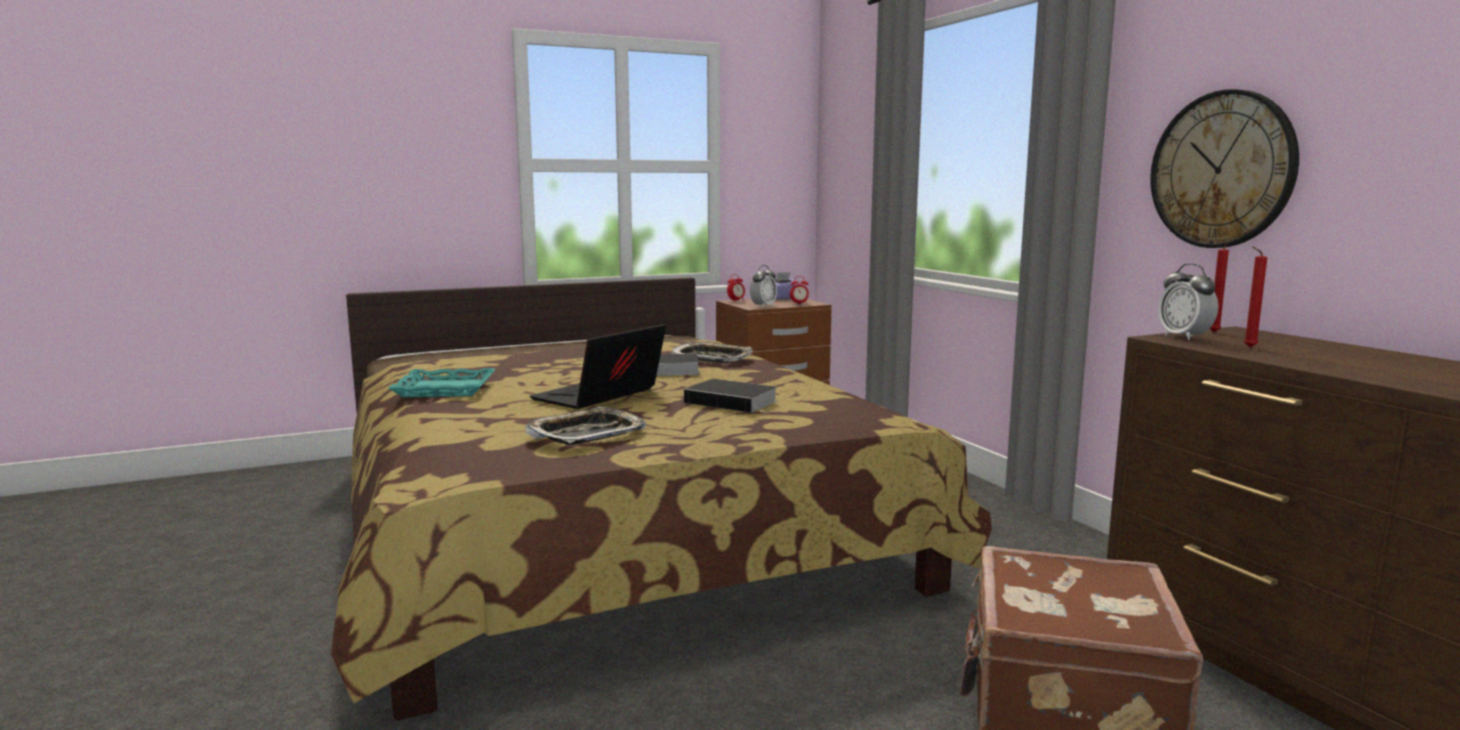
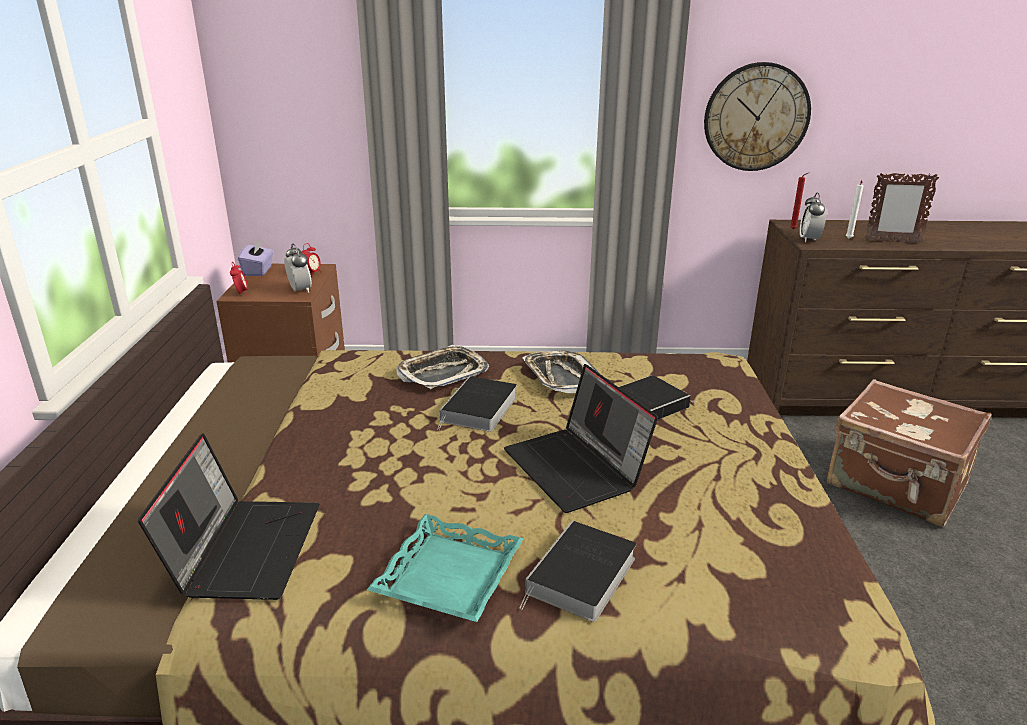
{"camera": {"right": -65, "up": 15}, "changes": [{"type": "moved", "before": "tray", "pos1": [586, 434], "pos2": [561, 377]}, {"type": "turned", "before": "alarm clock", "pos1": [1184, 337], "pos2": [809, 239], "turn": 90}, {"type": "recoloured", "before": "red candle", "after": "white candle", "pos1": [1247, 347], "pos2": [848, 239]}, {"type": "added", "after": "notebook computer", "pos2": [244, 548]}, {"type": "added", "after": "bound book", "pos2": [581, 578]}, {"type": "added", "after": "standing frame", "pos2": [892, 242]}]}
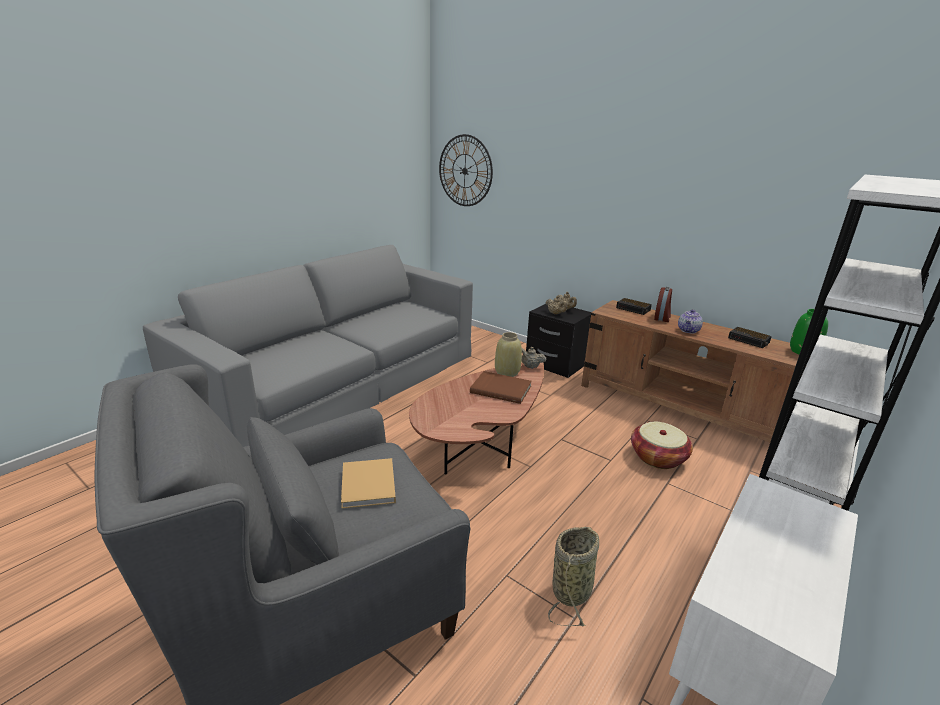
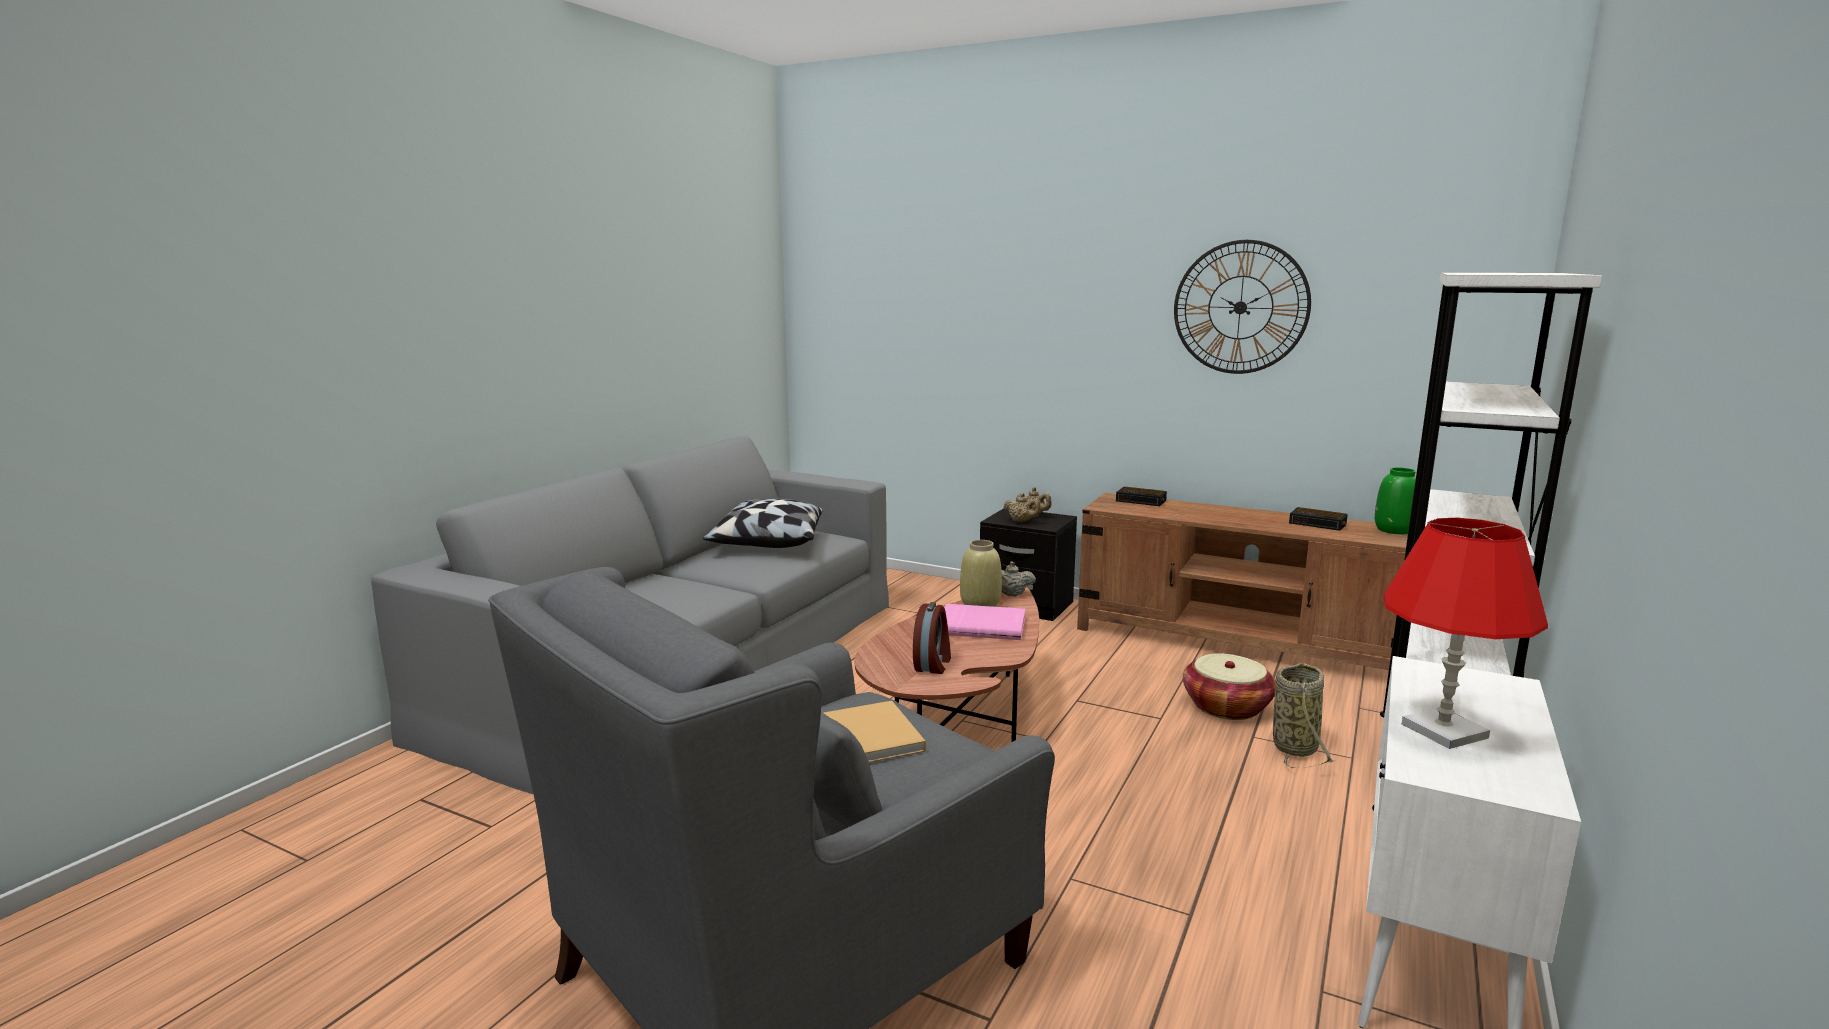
{"camera": {"right": -10, "up": -10}, "changes": [{"type": "moved", "before": "clock on the wall", "pos1": [465, 171], "pos2": [1240, 307]}, {"type": "recoloured", "before": "brown bound book", "after": "pink-coloured bound book", "pos1": [501, 389], "pos2": [982, 625]}, {"type": "moved", "before": "storage basket", "pos1": [572, 589], "pos2": [1294, 746]}, {"type": "moved", "before": "alarm clock", "pos1": [662, 318], "pos2": [933, 664]}, {"type": "removed", "before": "teapot", "pos1": [688, 330]}, {"type": "added", "after": "throw pillow", "pos2": [766, 543]}, {"type": "added", "after": "red tabletop lamp", "pos2": [1443, 730]}]}
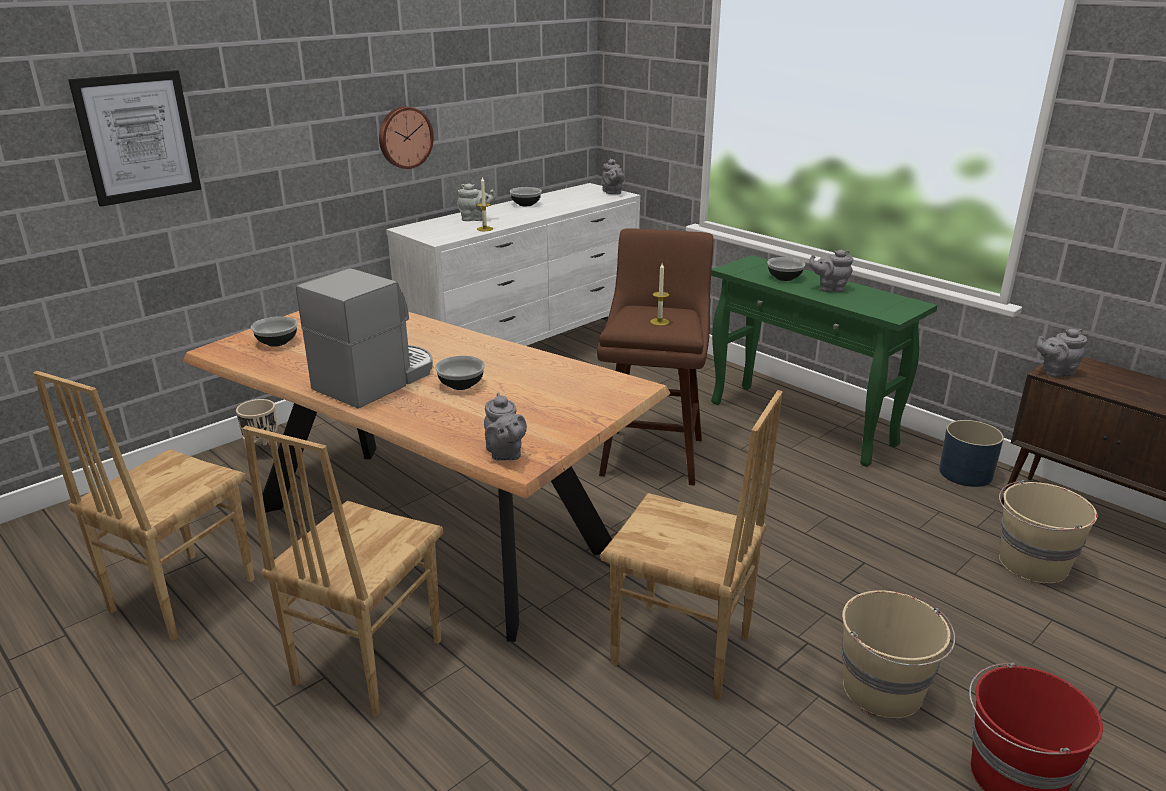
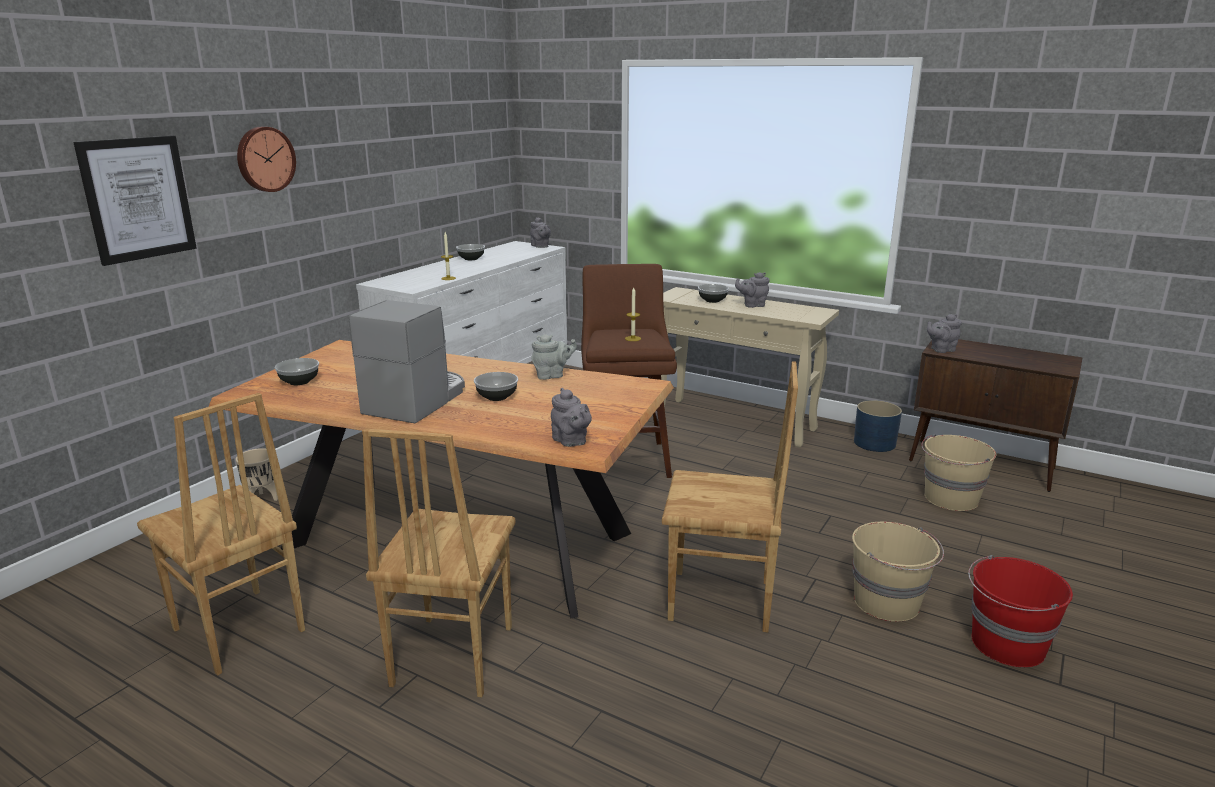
{"camera": {"right": -15, "up": -5}, "changes": [{"type": "turned", "before": "brown plain chair", "pos1": [180, 595], "pos2": [237, 631], "turn": -60}, {"type": "moved", "before": "clock on the wall", "pos1": [404, 137], "pos2": [264, 159]}, {"type": "moved", "before": "gray teapot", "pos1": [475, 219], "pos2": [552, 375]}, {"type": "recoloured", "before": "greenish hall table", "after": "beige-coloured hall table", "pos1": [802, 424], "pos2": [736, 422]}]}
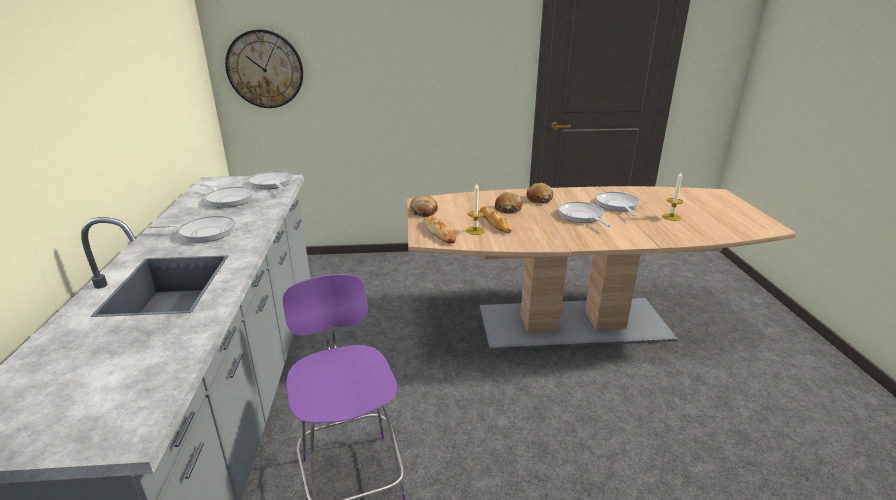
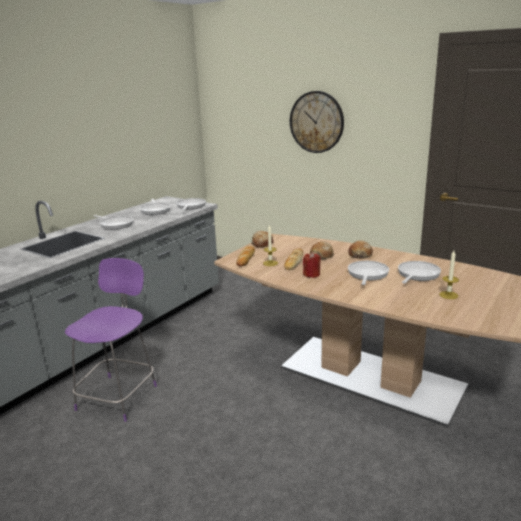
{"camera": {"right": 40, "up": -5}, "changes": [{"type": "moved", "before": "clock on the wall", "pos1": [265, 69], "pos2": [316, 122]}, {"type": "added", "after": "red candle", "pos2": [311, 274]}]}
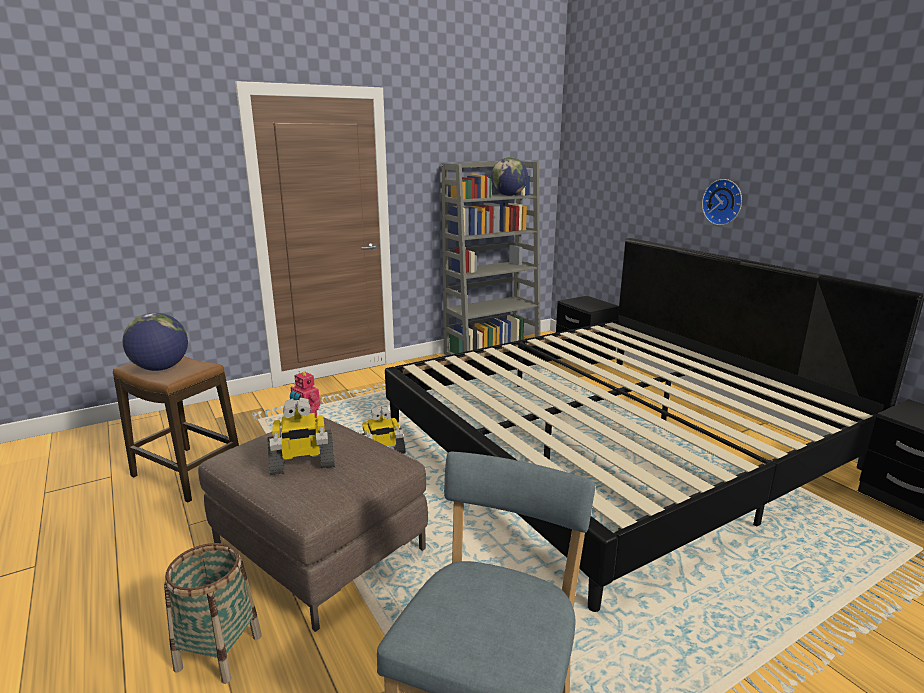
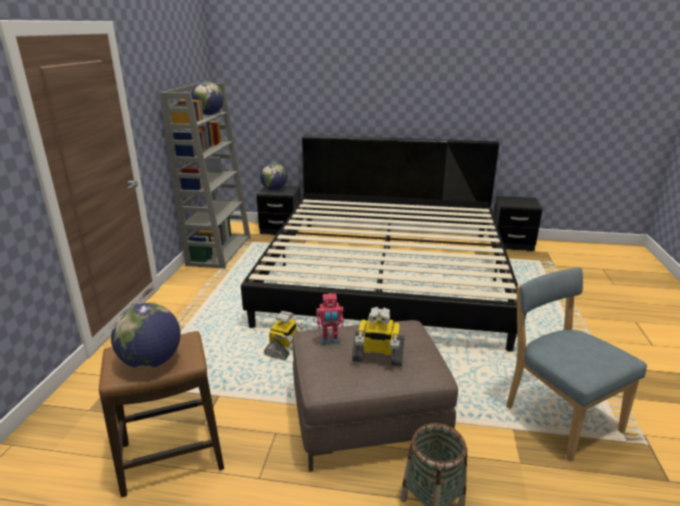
{"camera": {"right": -50, "up": 5}, "changes": [{"type": "turned", "before": "toy robot", "pos1": [302, 464], "pos2": [377, 357], "turn": 75}, {"type": "removed", "before": "clock on the wall", "pos1": [723, 202]}, {"type": "added", "after": "desk globe", "pos2": [274, 189]}]}
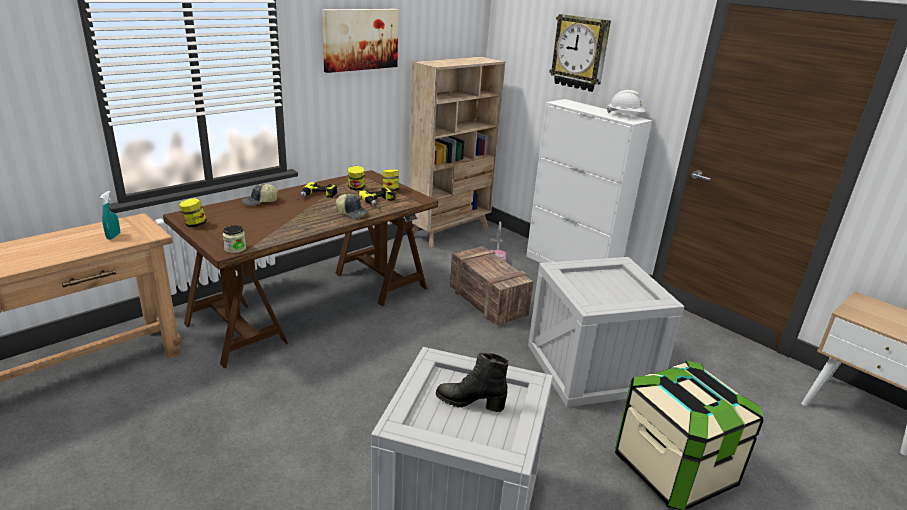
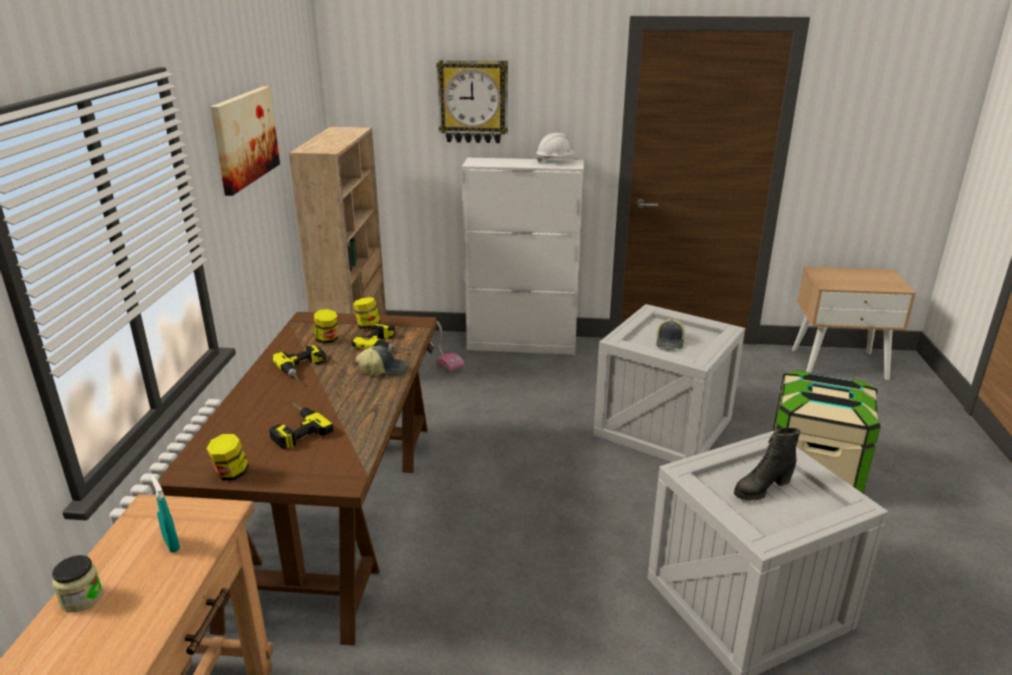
{"camera": {"right": -40, "up": 0}, "changes": [{"type": "moved", "before": "jar", "pos1": [235, 249], "pos2": [82, 598]}, {"type": "moved", "before": "cap", "pos1": [260, 202], "pos2": [670, 342]}, {"type": "removed", "before": "packing crate", "pos1": [488, 301]}, {"type": "added", "after": "power drill", "pos2": [293, 428]}]}
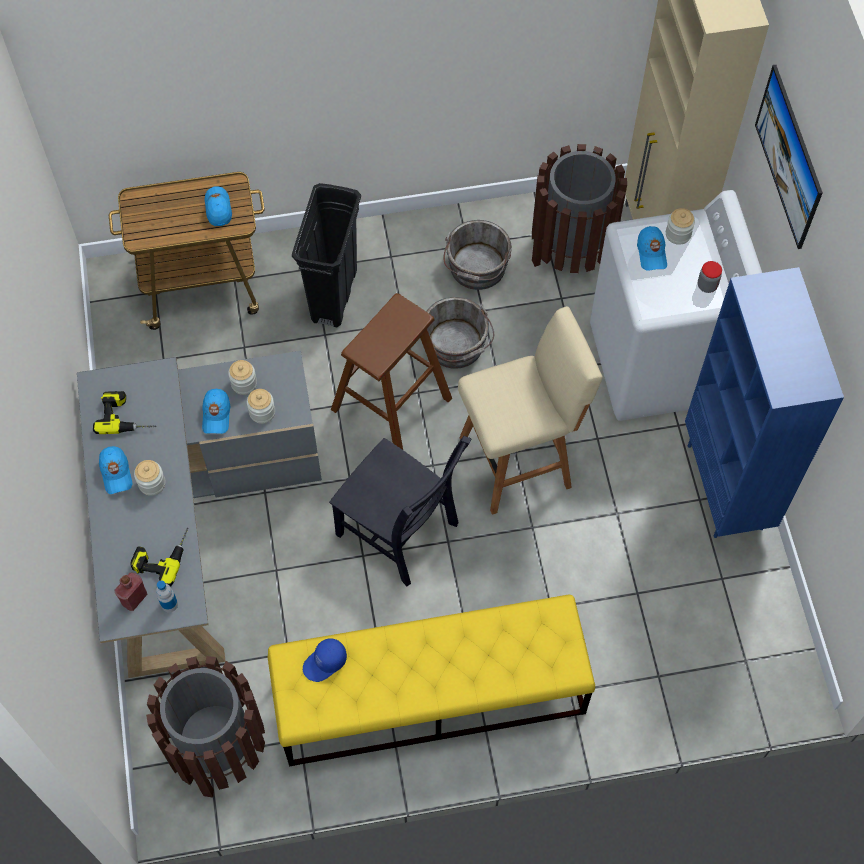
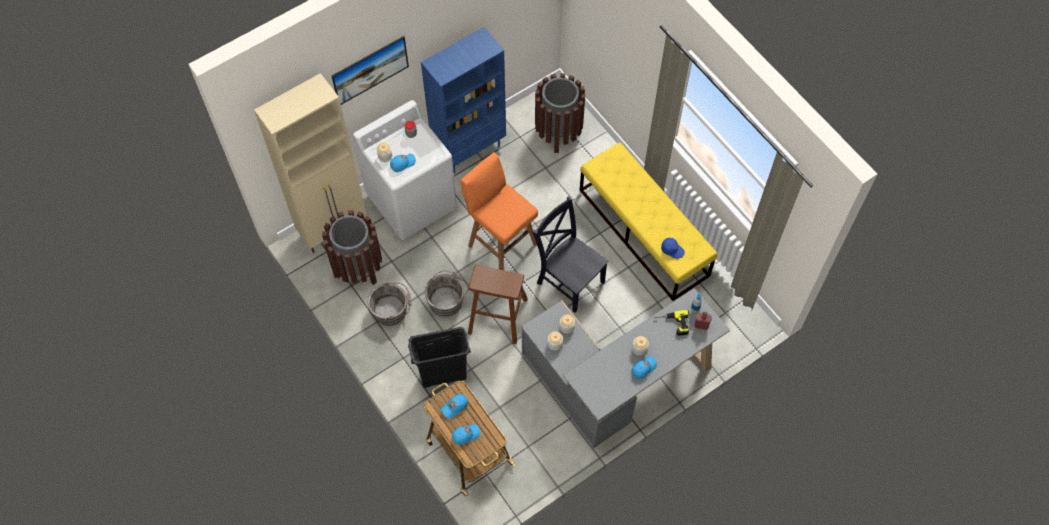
{"camera": {"right": -115, "up": 0}, "changes": [{"type": "removed", "before": "power drill", "pos1": [127, 415]}, {"type": "moved", "before": "brown rubbish bin", "pos1": [218, 748], "pos2": [558, 133]}, {"type": "moved", "before": "bluish cap", "pos1": [216, 415], "pos2": [466, 435]}, {"type": "turned", "before": "black-coloured plain chair", "pos1": [400, 533], "pos2": [568, 280], "turn": -60}, {"type": "recoloured", "before": "beige-coloured sitting stool", "after": "orange-coloured sitting stool", "pos1": [519, 461], "pos2": [501, 243]}]}
